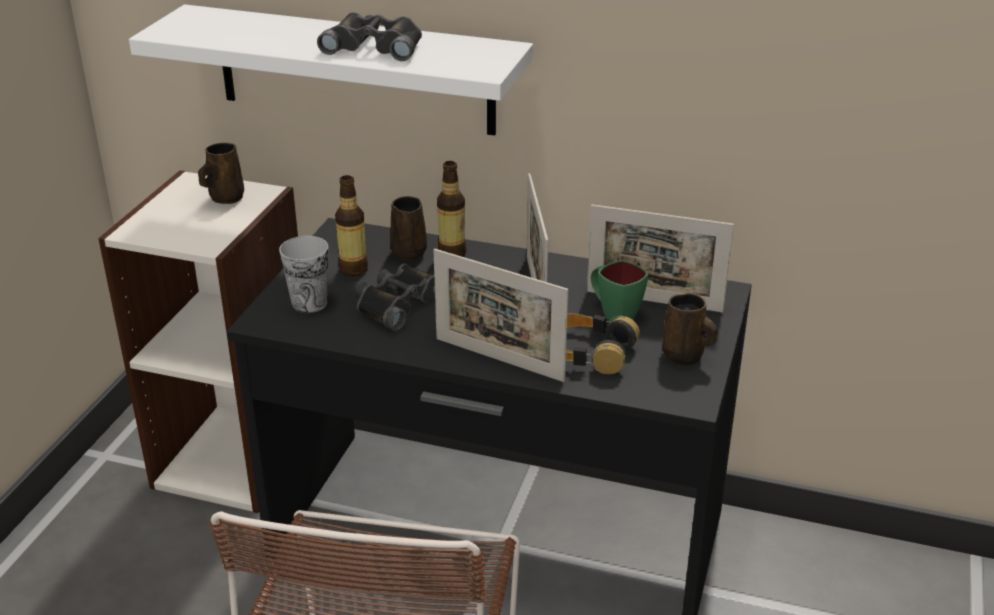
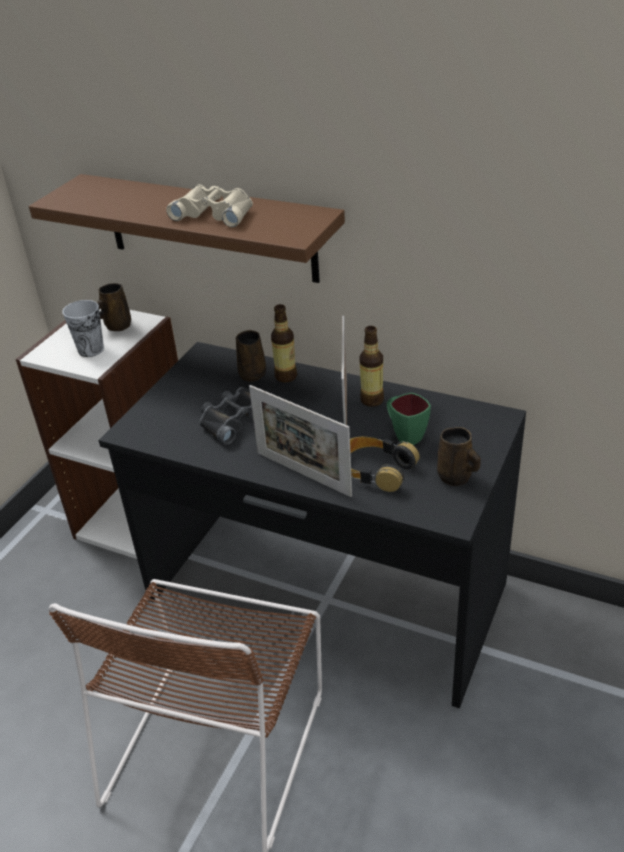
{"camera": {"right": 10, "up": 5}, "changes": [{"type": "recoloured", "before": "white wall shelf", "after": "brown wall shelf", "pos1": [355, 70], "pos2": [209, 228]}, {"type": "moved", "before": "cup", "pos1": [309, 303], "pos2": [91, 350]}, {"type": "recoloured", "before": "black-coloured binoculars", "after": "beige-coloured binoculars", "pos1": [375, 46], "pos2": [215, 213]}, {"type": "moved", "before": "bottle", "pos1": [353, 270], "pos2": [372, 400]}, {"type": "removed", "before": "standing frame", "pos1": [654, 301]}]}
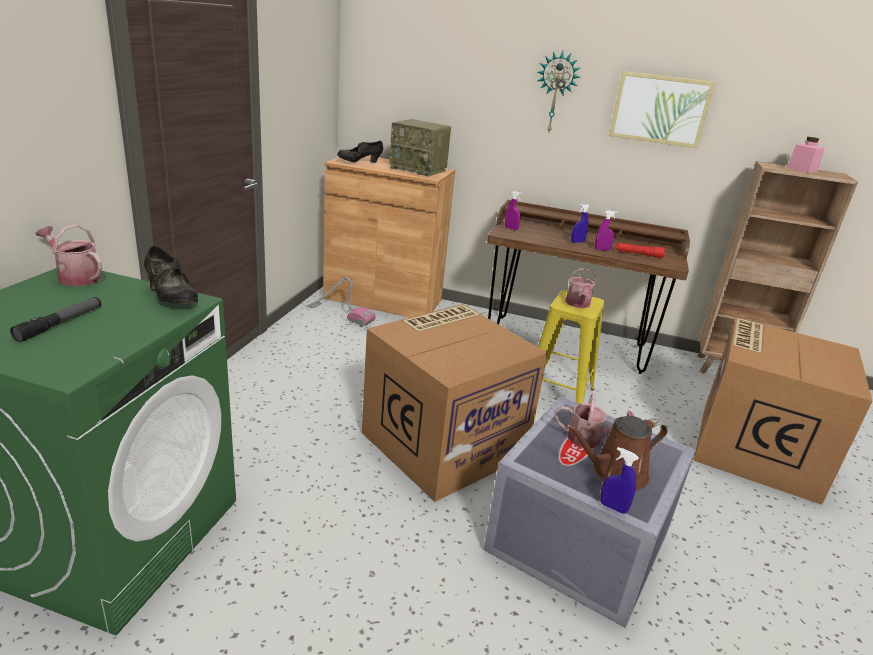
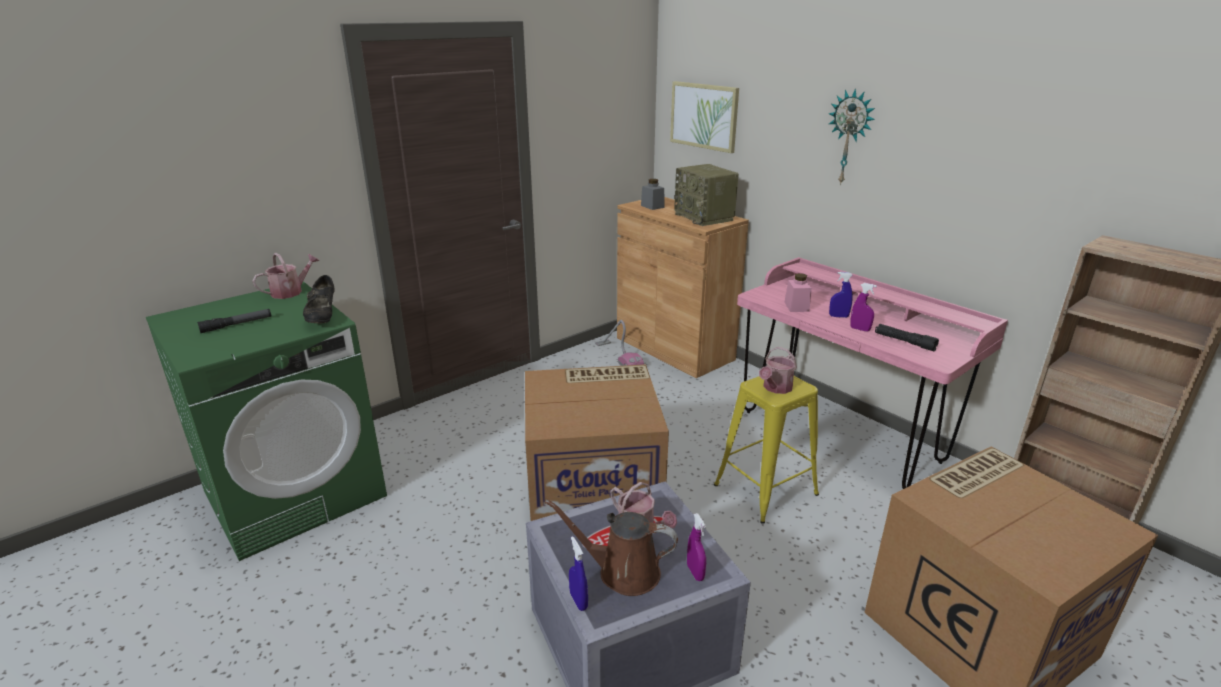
{"camera": {"right": 35, "up": 0}, "changes": [{"type": "turned", "before": "watering can", "pos1": [75, 277], "pos2": [291, 292], "turn": 75}, {"type": "replaced", "before": "black-coloured shoe", "after": "gray jar", "pos1": [359, 162], "pos2": [652, 206]}, {"type": "recoloured", "before": "brown desk unit", "after": "pink-coloured desk unit", "pos1": [566, 343], "pos2": [839, 435]}, {"type": "moved", "before": "purple-coloured hand sprayer", "pos1": [511, 228], "pos2": [695, 572]}, {"type": "moved", "before": "picture", "pos1": [660, 109], "pos2": [704, 116]}, {"type": "recoloured", "before": "red torch", "after": "black-coloured torch", "pos1": [638, 254], "pos2": [904, 342]}, {"type": "moved", "before": "pink-coloured jar", "pos1": [801, 169], "pos2": [796, 307]}]}
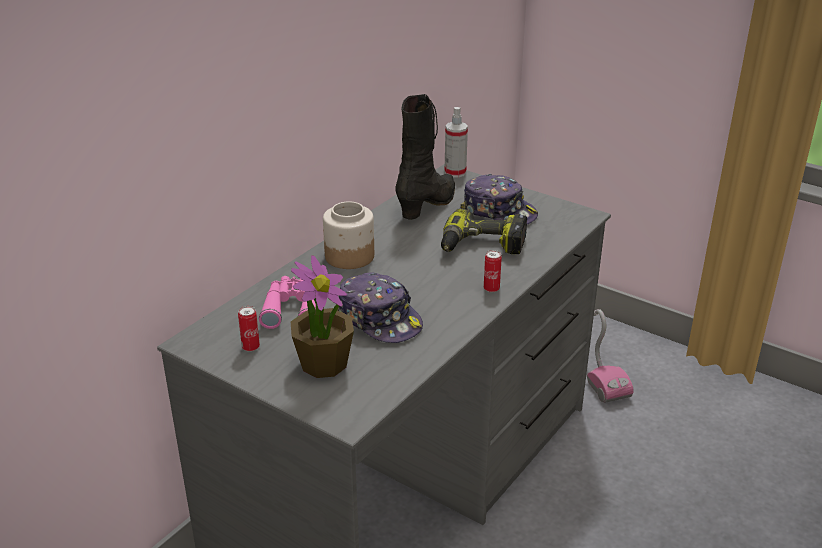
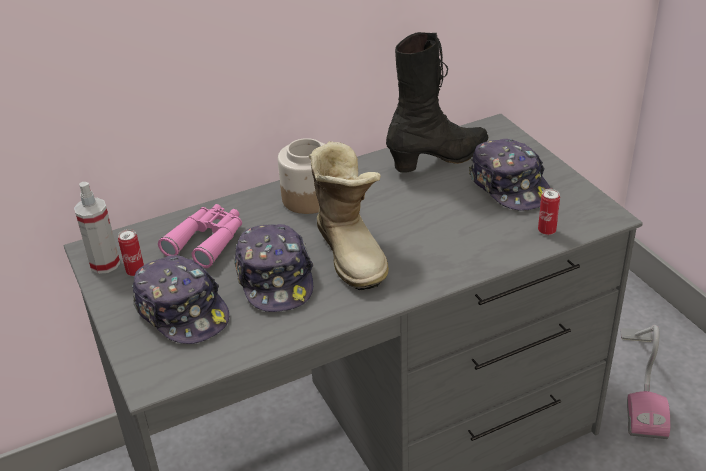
{"camera": {"right": 30, "up": 5}, "changes": [{"type": "replaced", "before": "potted plant", "after": "cap", "pos1": [324, 363], "pos2": [182, 311]}, {"type": "removed", "before": "power drill", "pos1": [482, 246]}, {"type": "moved", "before": "hand sprayer", "pos1": [455, 172], "pos2": [105, 264]}, {"type": "moved", "before": "sealed can", "pos1": [491, 289], "pos2": [546, 231]}, {"type": "added", "after": "tall boot", "pos2": [352, 251]}]}
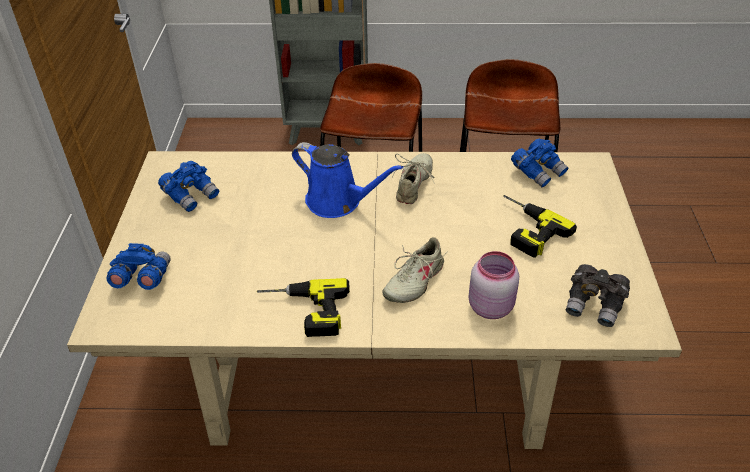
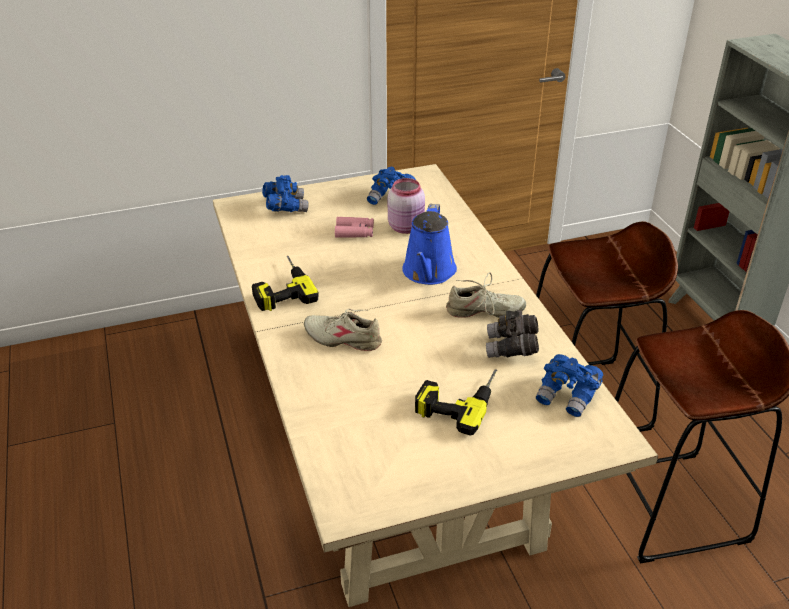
{"camera": {"right": 70, "up": -5}, "changes": [{"type": "moved", "before": "pink-coloured jar", "pos1": [490, 306], "pos2": [407, 227]}, {"type": "moved", "before": "gray binoculars", "pos1": [595, 305], "pos2": [511, 348]}, {"type": "added", "after": "pink-coloured binoculars", "pos2": [354, 232]}]}
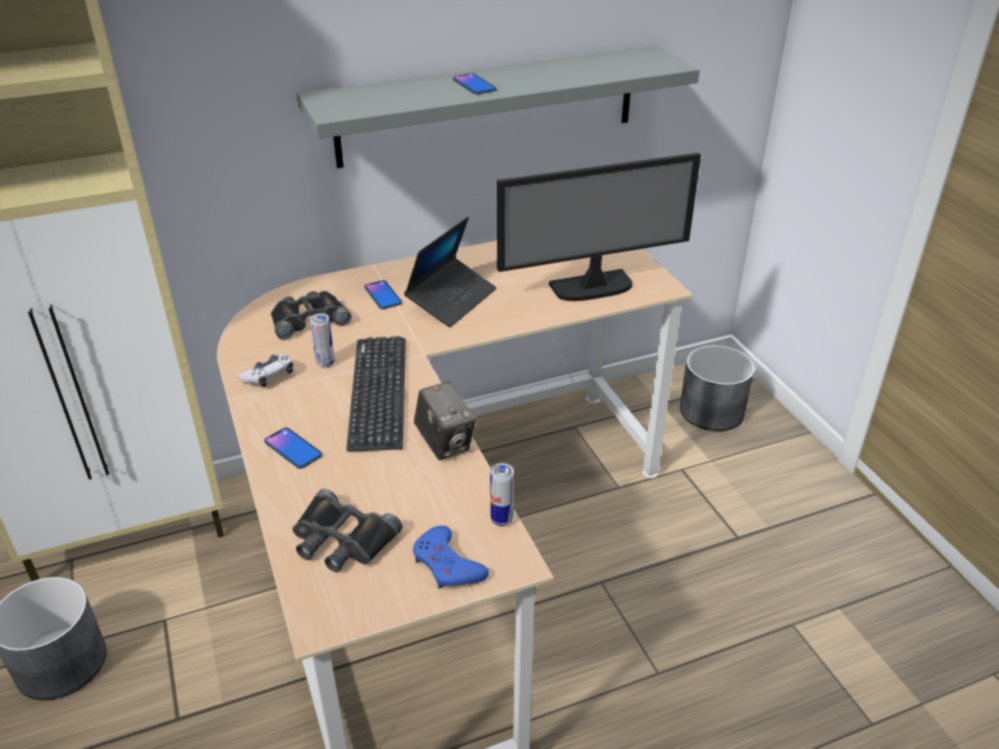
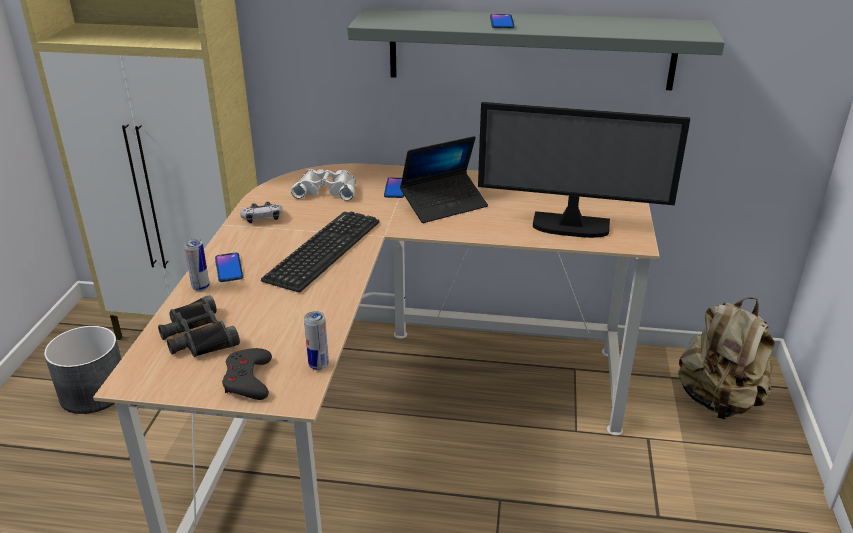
{"camera": {"right": 30, "up": -5}, "changes": [{"type": "recoloured", "before": "black-coloured binoculars", "after": "white binoculars", "pos1": [308, 319], "pos2": [326, 190]}, {"type": "moved", "before": "sealed can", "pos1": [325, 363], "pos2": [201, 287]}, {"type": "recoloured", "before": "bluish gamepad", "after": "gray gamepad", "pos1": [447, 565], "pos2": [248, 380]}, {"type": "removed", "before": "still camera", "pos1": [445, 443]}, {"type": "replaced", "before": "gray planter", "after": "beige-coloured rucksack", "pos1": [712, 411], "pos2": [718, 400]}]}
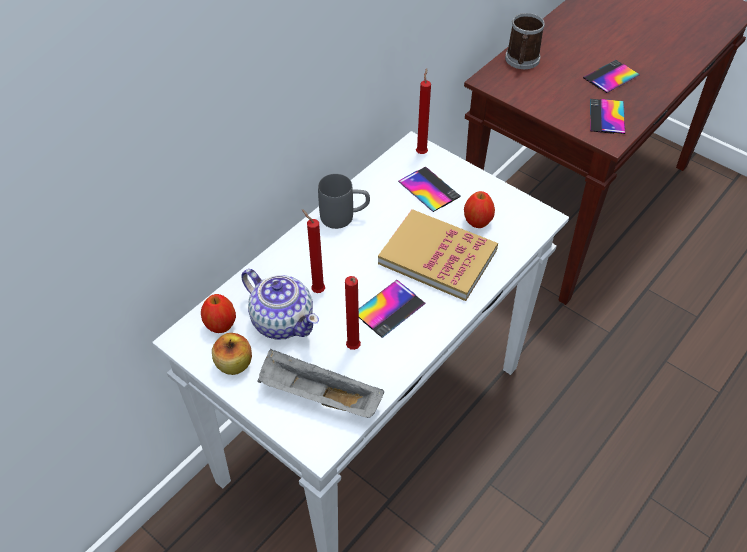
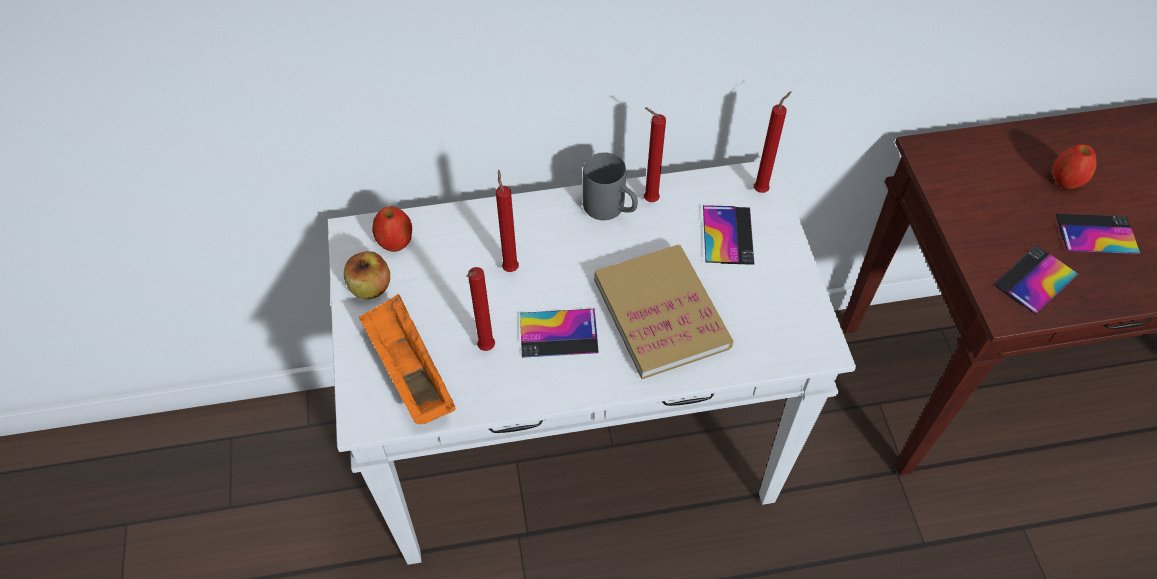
{"camera": {"right": 40, "up": 5}, "changes": [{"type": "removed", "before": "teapot", "pos1": [282, 320]}, {"type": "recoloured", "before": "gray tray", "after": "orange-coloured tray", "pos1": [318, 396], "pos2": [409, 371]}, {"type": "moved", "before": "apple fruit", "pos1": [477, 221], "pos2": [1066, 180]}, {"type": "removed", "before": "tea mug", "pos1": [521, 61]}, {"type": "added", "after": "red candle", "pos2": [648, 200]}]}
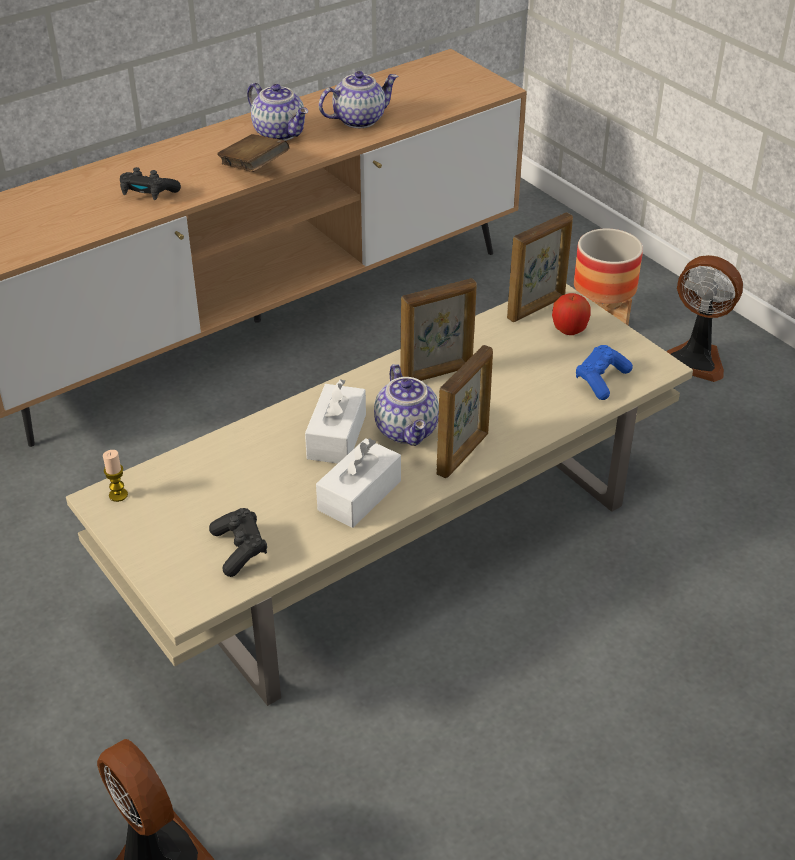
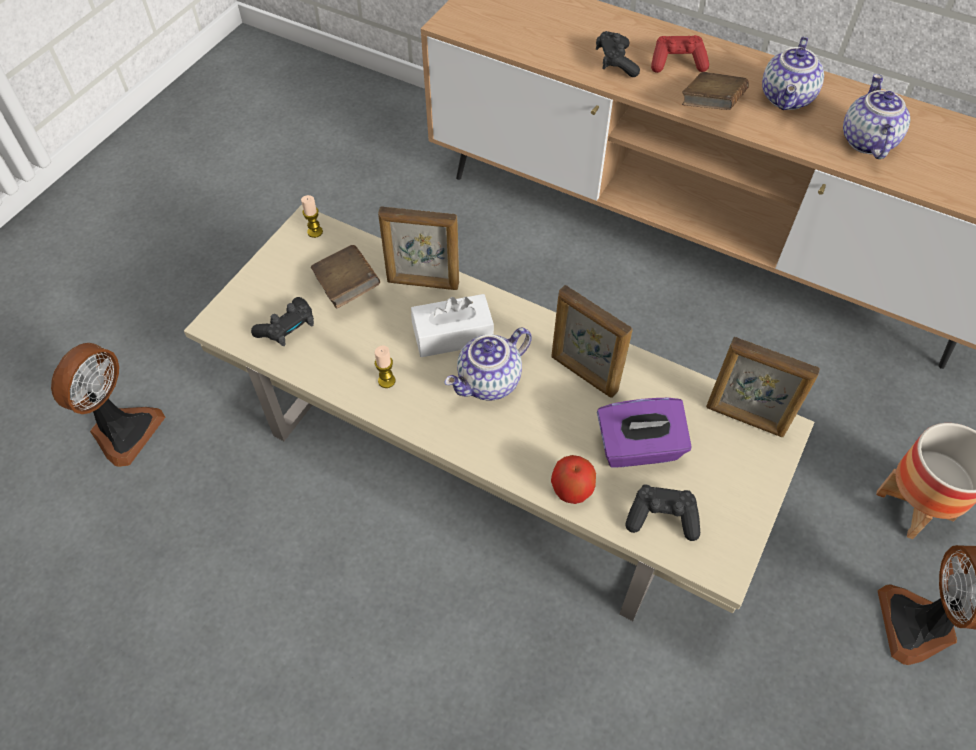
{"camera": {"right": 65, "up": 15}, "changes": [{"type": "replaced", "before": "white tissue box", "after": "candle", "pos1": [359, 495], "pos2": [386, 381]}, {"type": "turned", "before": "teapot", "pos1": [359, 119], "pos2": [865, 141], "turn": -120}, {"type": "moved", "before": "standing frame", "pos1": [463, 454], "pos2": [423, 283]}, {"type": "moved", "before": "apple fruit", "pos1": [569, 330], "pos2": [571, 490]}, {"type": "recoloured", "before": "bluish gamepad", "after": "black-coloured gamepad", "pos1": [601, 380], "pos2": [662, 517]}, {"type": "added", "after": "brown bound book", "pos2": [347, 288]}, {"type": "added", "after": "purple-coloured tissue box", "pos2": [639, 448]}, {"type": "added", "after": "red gamepad", "pos2": [677, 63]}]}
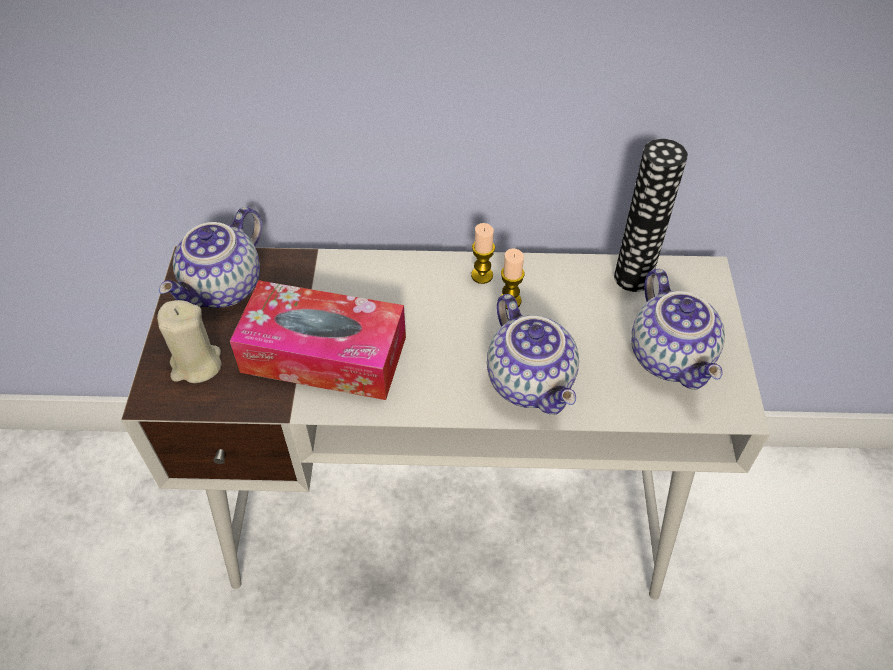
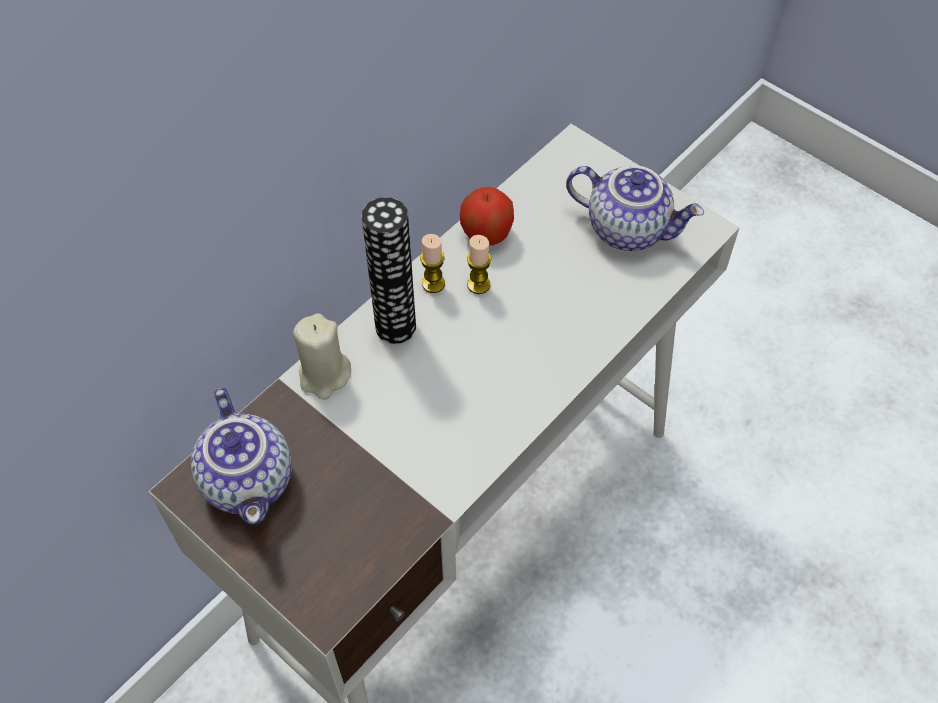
{"camera": {"right": -50, "up": 5}, "changes": [{"type": "moved", "before": "beige-coloured candle", "pos1": [196, 364], "pos2": [324, 375]}, {"type": "removed", "before": "tissue box", "pos1": [324, 354]}, {"type": "removed", "before": "teapot", "pos1": [532, 382]}, {"type": "moved", "before": "decorative vase", "pos1": [632, 277], "pos2": [395, 326]}, {"type": "added", "after": "apple fruit", "pos2": [486, 233]}]}
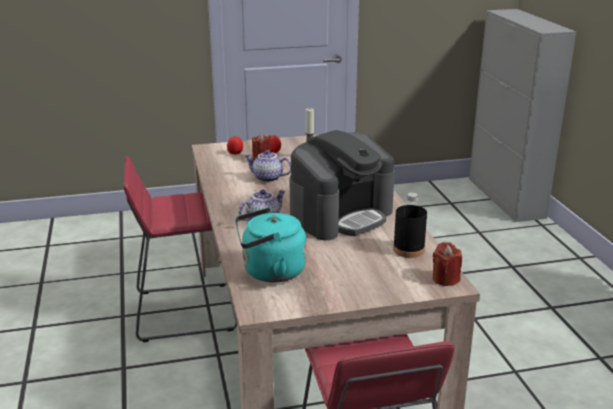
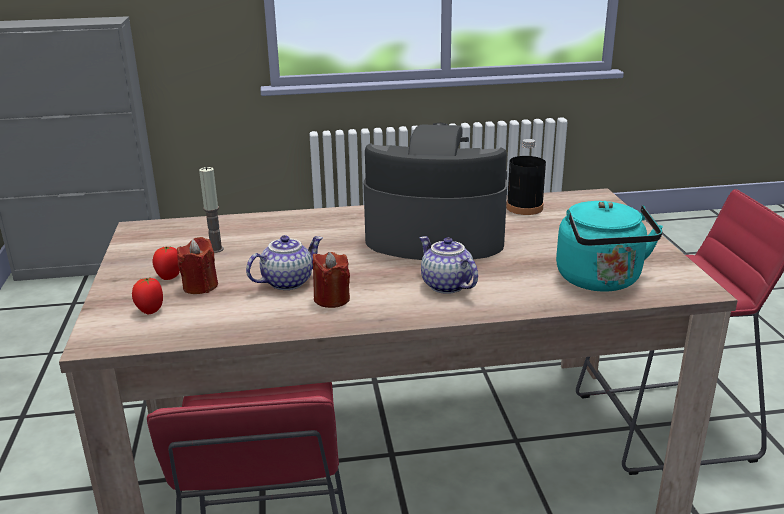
{"camera": {"right": -85, "up": 0}, "changes": [{"type": "turned", "before": "teapot", "pos1": [267, 178], "pos2": [287, 282], "turn": -150}, {"type": "turned", "before": "coffee machine", "pos1": [341, 216], "pos2": [434, 236], "turn": -45}, {"type": "moved", "before": "red candle", "pos1": [445, 279], "pos2": [331, 299]}]}
